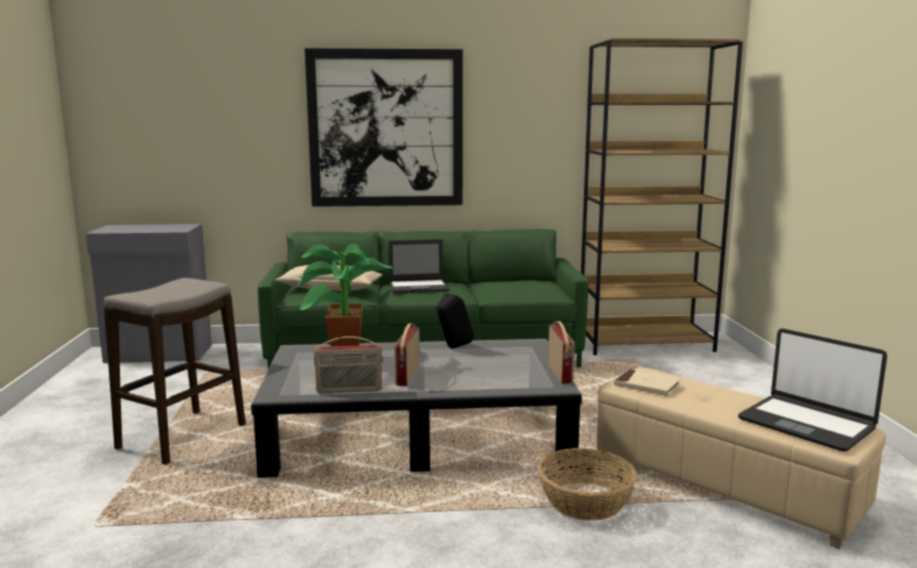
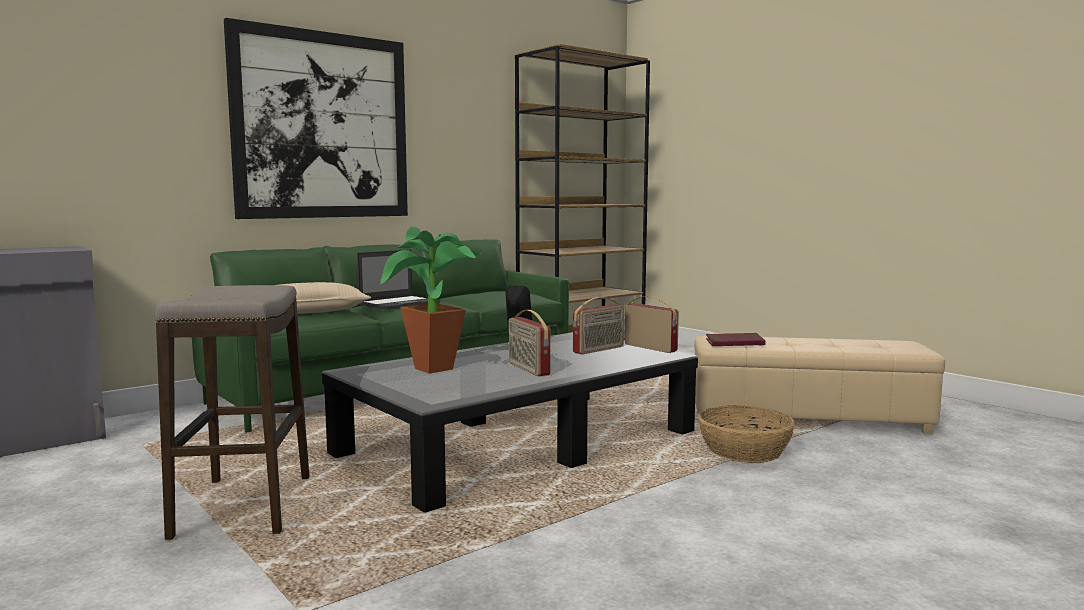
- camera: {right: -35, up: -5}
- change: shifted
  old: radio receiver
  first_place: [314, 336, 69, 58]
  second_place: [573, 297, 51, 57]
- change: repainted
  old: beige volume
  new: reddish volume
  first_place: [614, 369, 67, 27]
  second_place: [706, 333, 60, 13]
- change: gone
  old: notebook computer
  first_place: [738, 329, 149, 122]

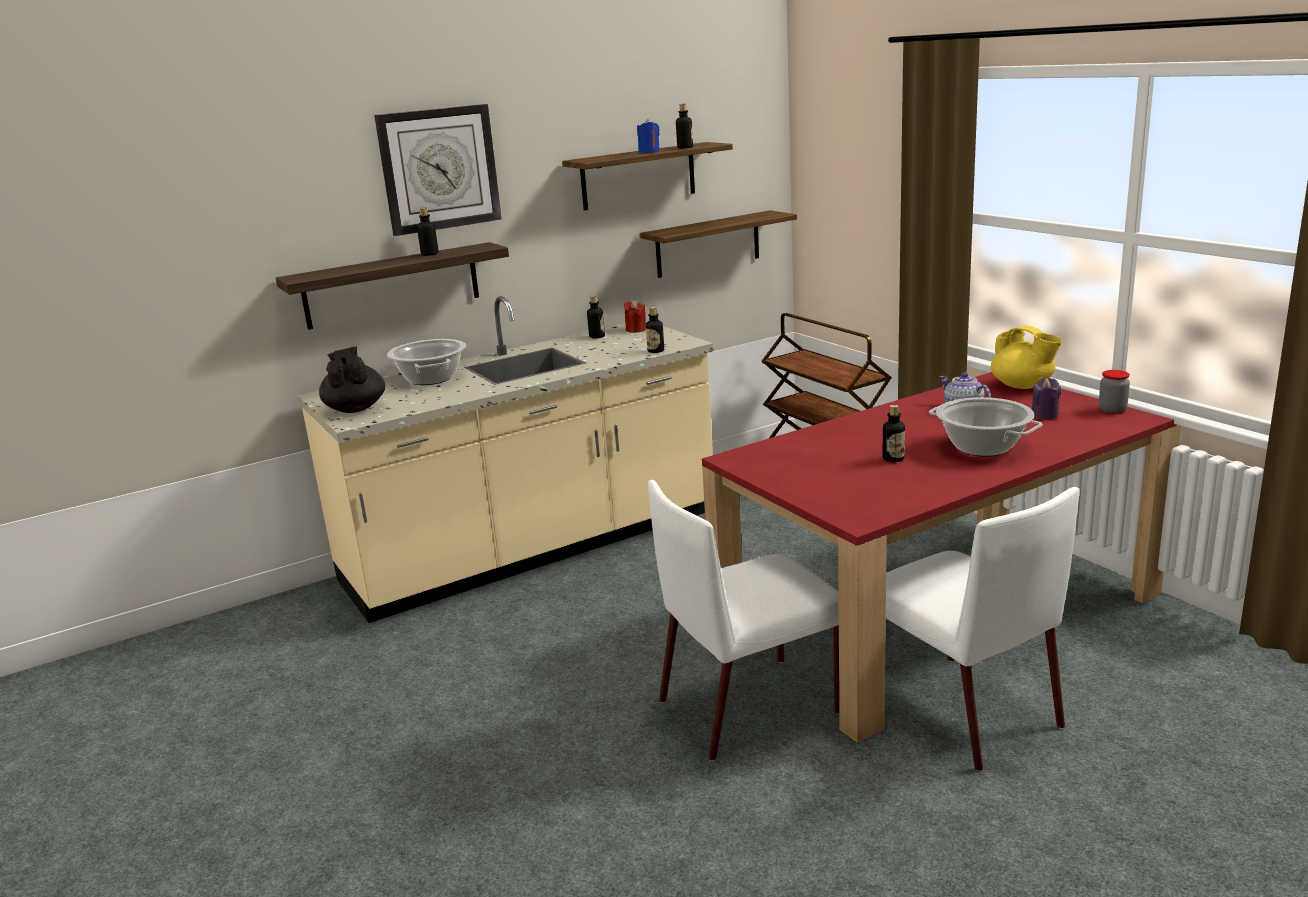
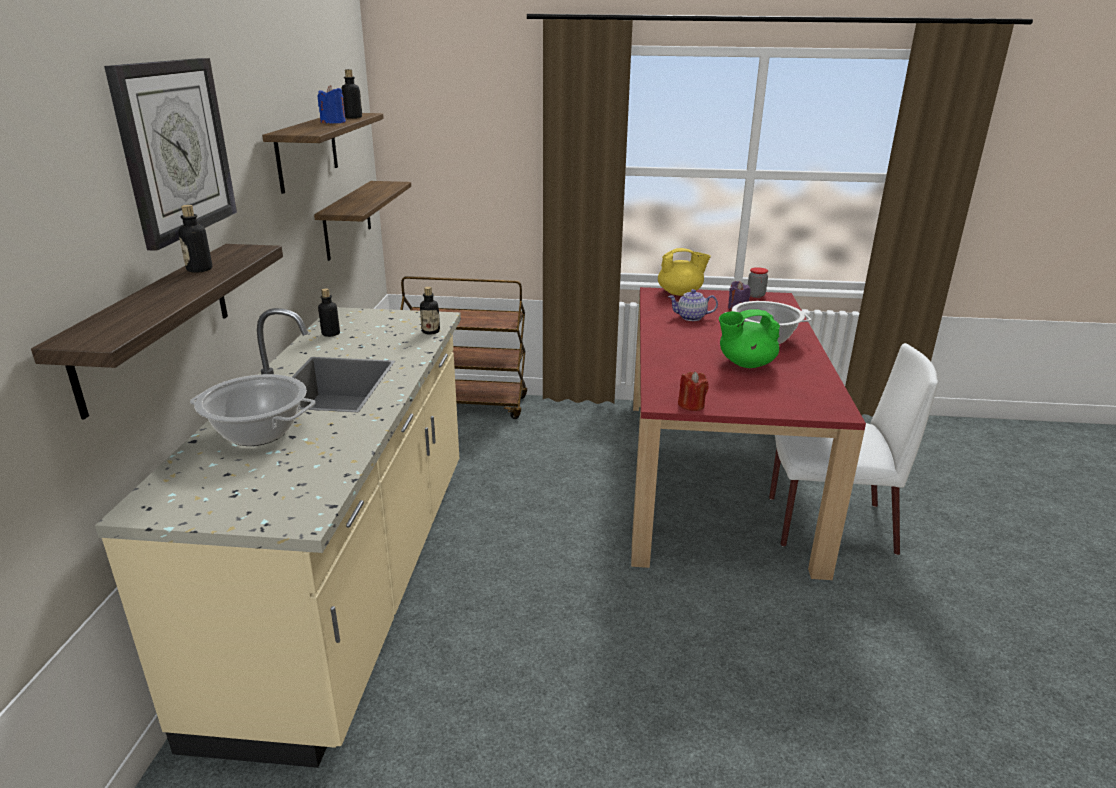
- camera: {right: -55, up: 5}
- change: gone
  old: blackish teapot
  first_place: [319, 346, 66, 67]
- change: shifted
  old: reddish wax candle
  first_place: [624, 300, 22, 33]
  second_place: [678, 372, 31, 39]
- change: gone
  old: white plain chair
  first_place: [648, 480, 191, 281]
- change: swapped
  old: drink bottle
  new: greenish teapot
  first_place: [883, 405, 22, 57]
  second_place: [719, 309, 61, 59]

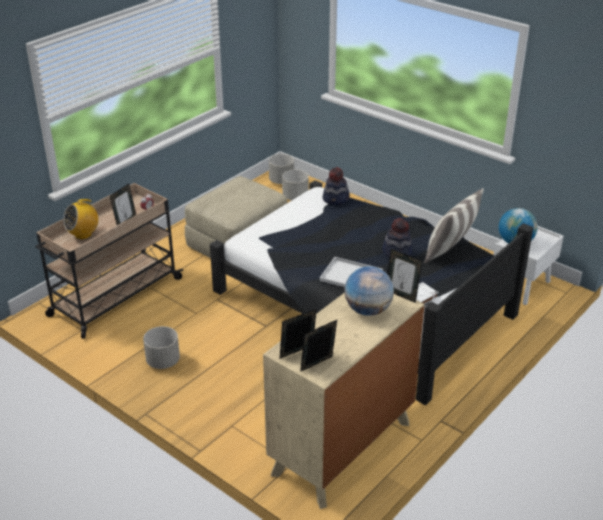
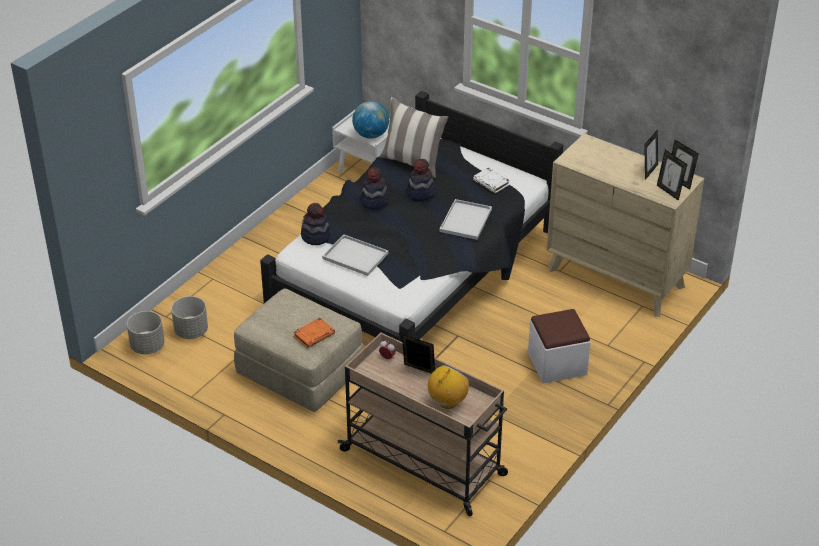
- camera: {right: -95, up: 5}
- change: rotated
  old: radio receiver
  first_place: [63, 199, 35, 40]
  second_place: [428, 365, 41, 43]
  degrees: -105
- change: gone
  old: gray plant pot
  first_place: [143, 326, 37, 43]
- change: gone
  old: world globe
  first_place: [344, 266, 50, 50]
- change: shifted
  old: picture frame
  first_place: [387, 248, 35, 55]
  second_place: [644, 129, 14, 51]
- change: new
  new: orange volume
  second_place: [293, 318, 42, 30]
- change: new
  new: white serving tray
  second_place: [322, 234, 66, 42]
- change: new
  new: clothing hat
  second_place: [360, 167, 29, 43]
- change: new
  new: white footrest
  second_place: [528, 309, 63, 75]

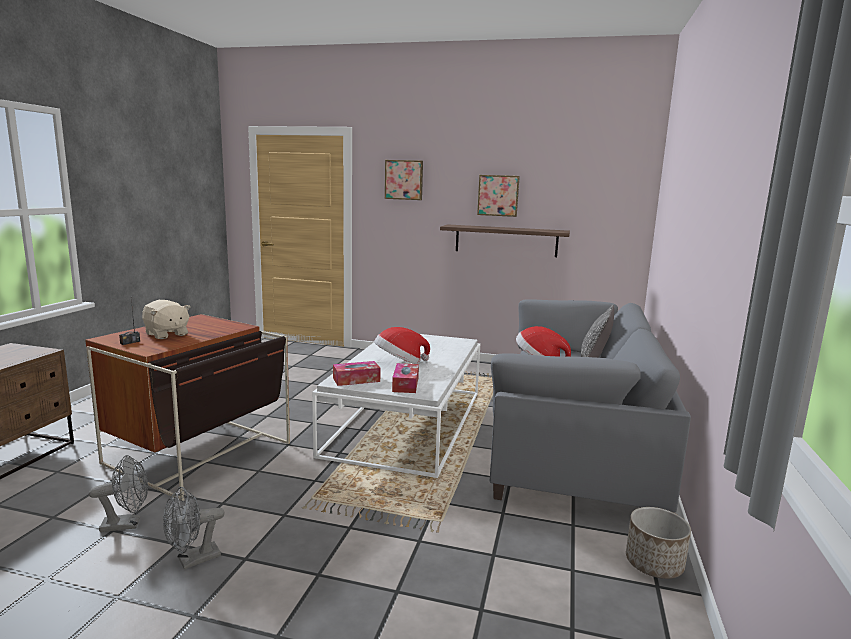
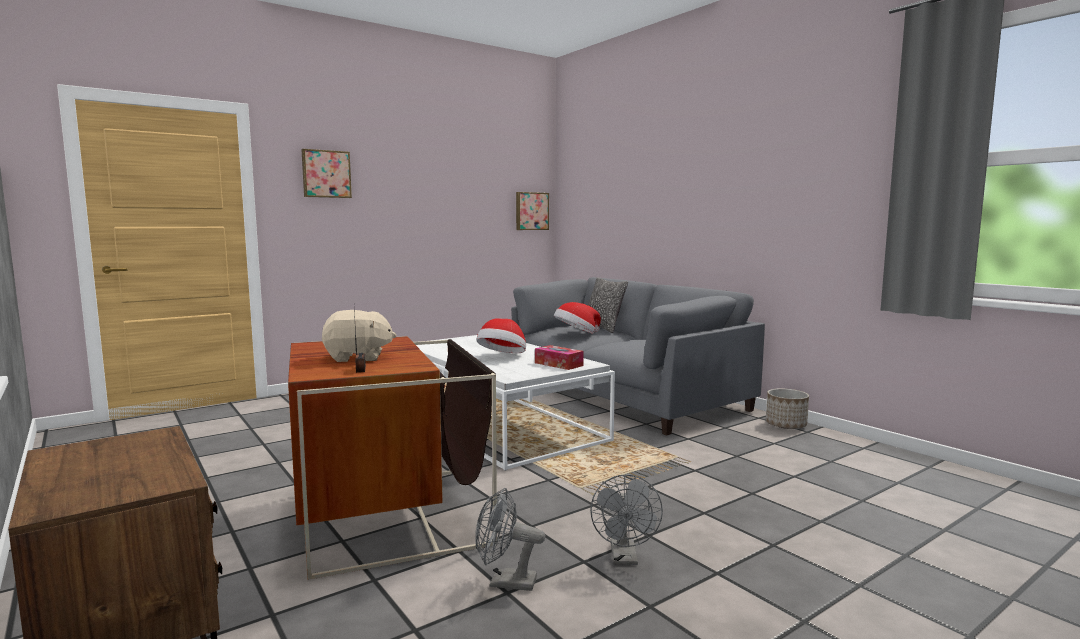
- camera: {right: -50, up: -5}
- change: rotated
  old: gray electric fan
  first_place: [89, 455, 59, 77]
  second_place: [475, 488, 70, 103]
  degrees: -105
- change: gone
  old: tissue holder
  first_place: [333, 361, 48, 25]
- change: gone
  old: shelf
  first_place: [440, 225, 130, 32]
- change: shifted
  old: picture
  first_place: [477, 175, 43, 42]
  second_place: [516, 192, 33, 38]

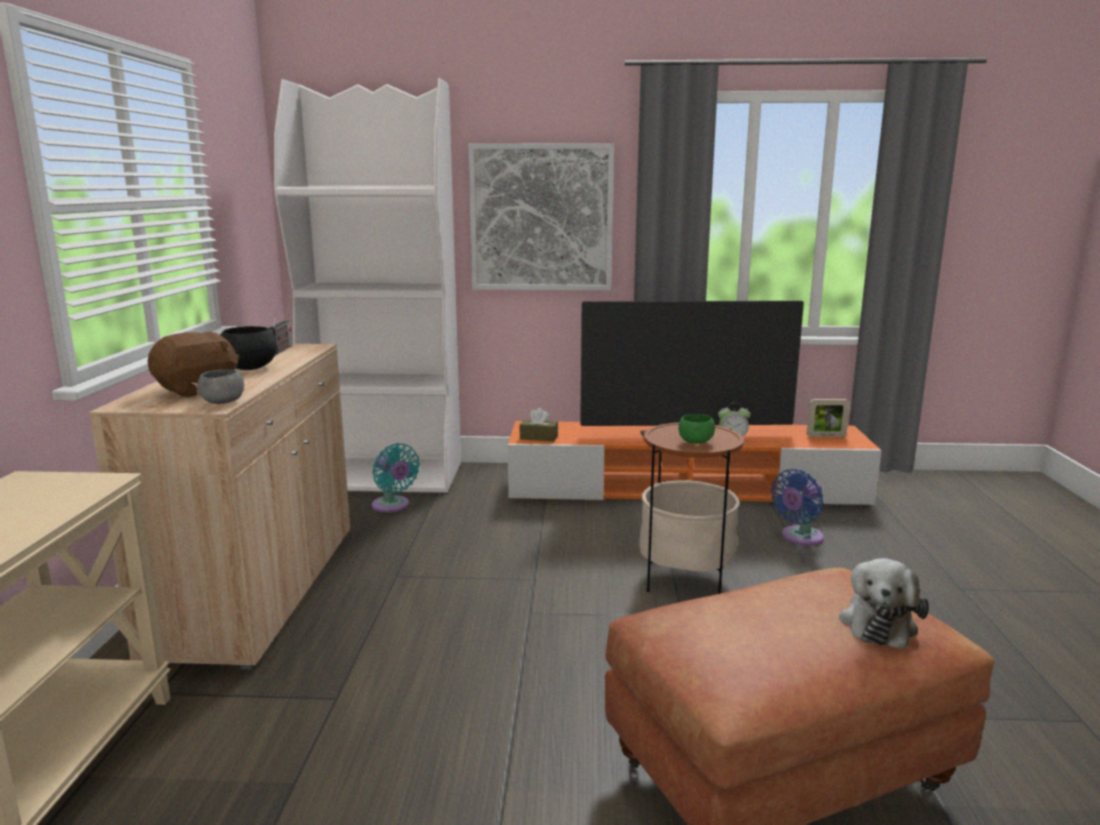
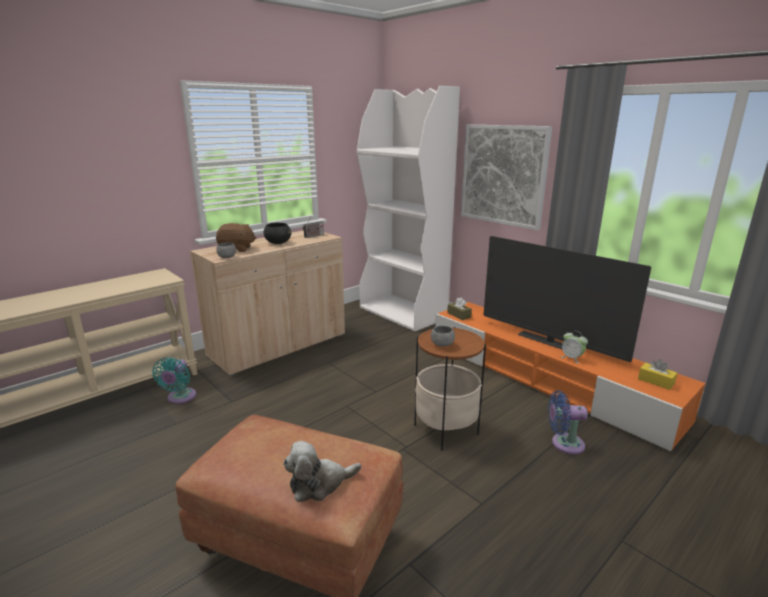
- camera: {right: 45, up: 5}
- change: shifted
  old: blue-green electric fan
  first_place: [372, 443, 48, 69]
  second_place: [152, 357, 44, 47]
- change: repainted
  old: greenish serving bowl
  new: gray serving bowl
  first_place: [679, 414, 36, 30]
  second_place: [431, 325, 24, 22]
- change: swapped
  old: picture frame
  new: yellowish tissue holder
  first_place: [807, 399, 43, 38]
  second_place: [638, 359, 39, 31]

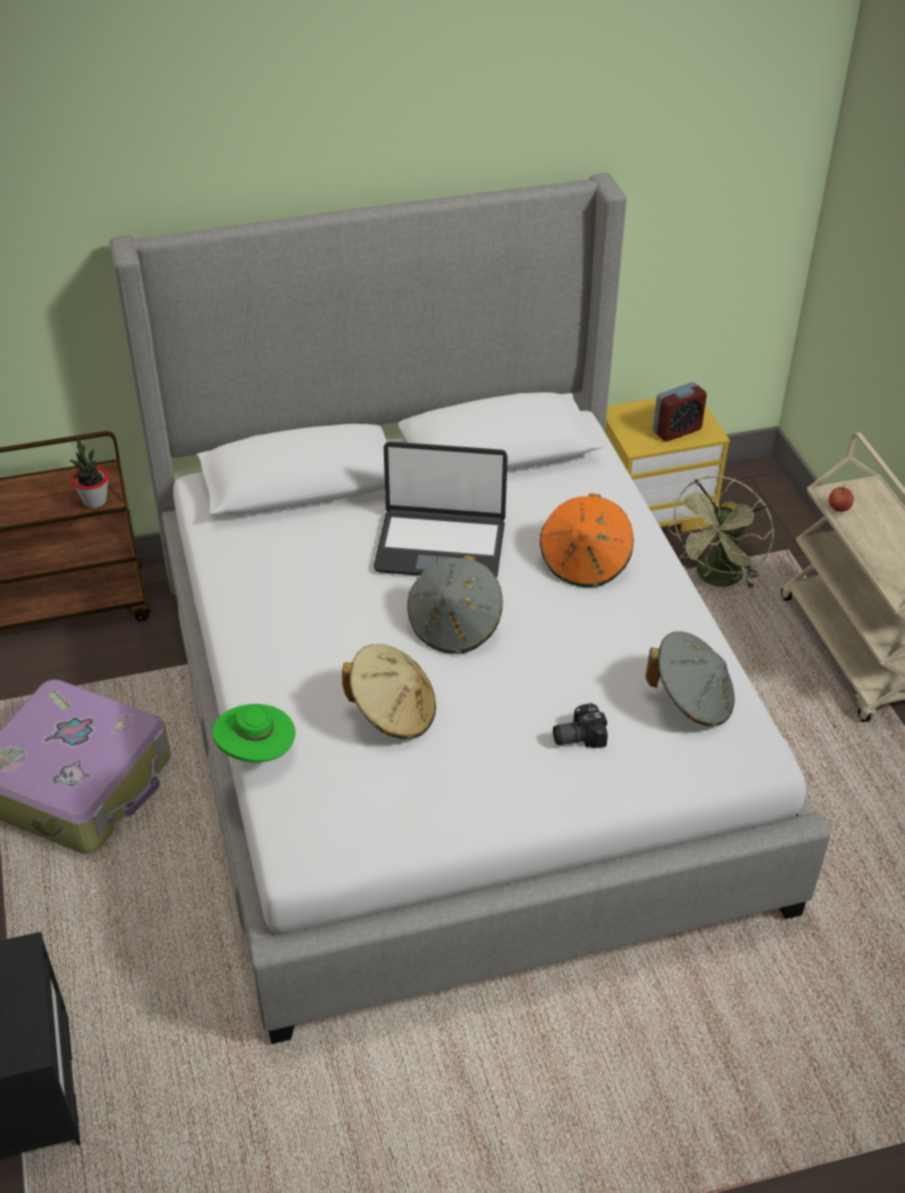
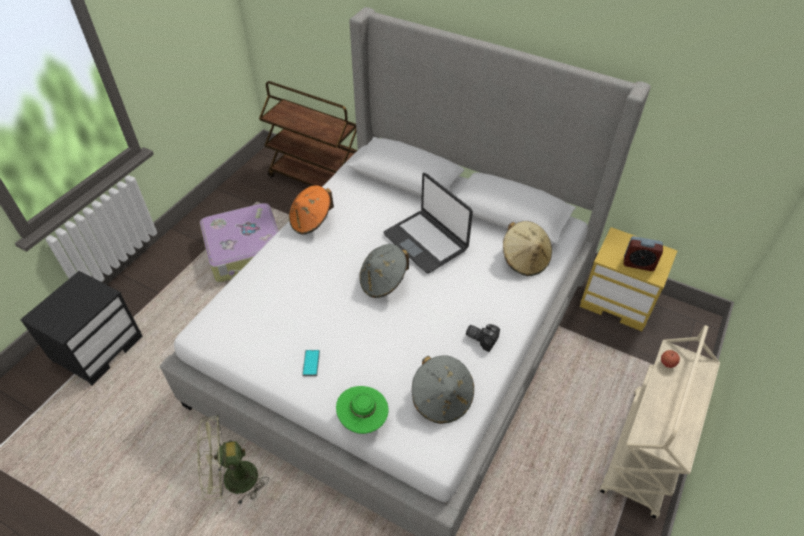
- camera: {right: 45, up: 5}
- change: gone
  old: plant in a pot
  first_place: [69, 438, 40, 70]
- change: shifted
  old: greenish clothing hat
  first_place: [212, 704, 84, 58]
  second_place: [336, 386, 53, 48]
- change: shifted
  old: beige clothing hat
  first_place: [342, 644, 94, 95]
  second_place: [503, 221, 49, 55]
- change: shifted
  old: orange clothing hat
  first_place: [540, 493, 94, 94]
  second_place: [289, 185, 45, 50]
- change: shifted
  old: photo camera
  first_place: [553, 703, 55, 45]
  second_place: [466, 324, 34, 28]
- change: shifted
  old: greenish electric fan
  first_place: [667, 476, 107, 114]
  second_place: [197, 415, 72, 90]
- change: new
  new: phone
  second_place: [302, 350, 18, 26]

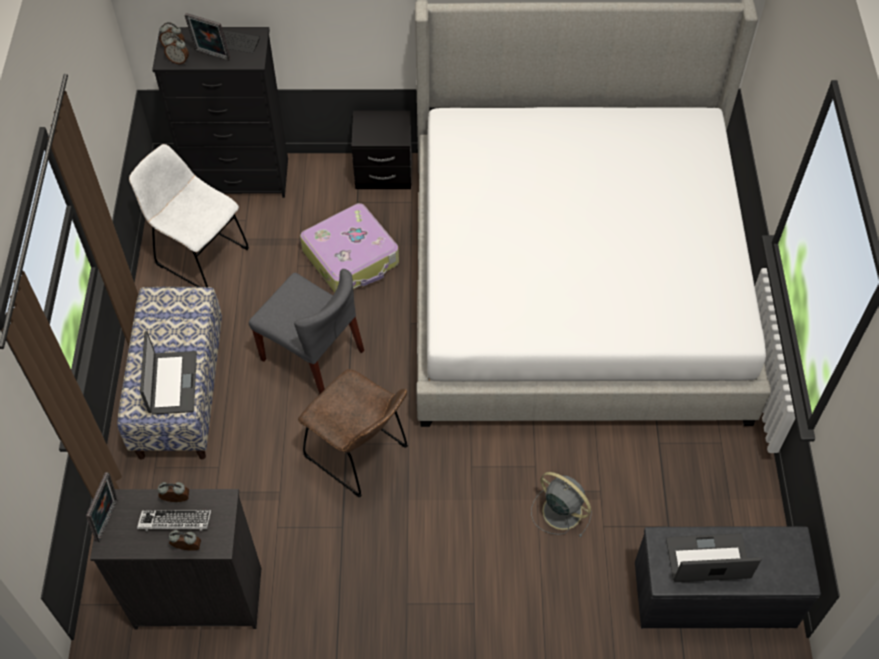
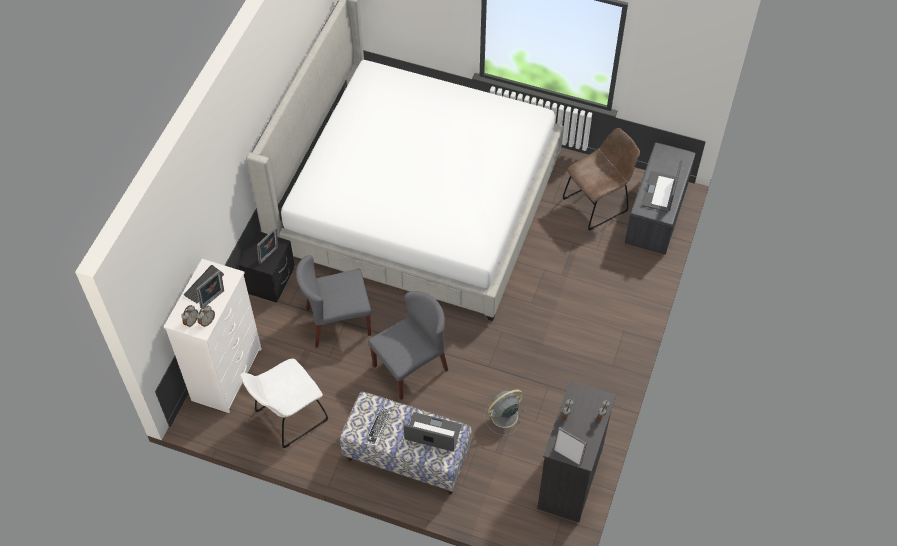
- camera: {right: -70, up: 0}
- change: shifted
  old: keyboard
  first_place: [137, 510, 74, 21]
  second_place: [365, 408, 28, 38]
- change: repainted
  old: blackish dresser
  new: white dresser
  first_place: [152, 27, 136, 171]
  second_place: [164, 259, 98, 154]
- change: shifted
  old: brown-coloured plain chair
  first_place: [298, 369, 110, 129]
  second_place: [563, 128, 77, 103]
- change: swapped
  old: travel case
  new: gray plain chair
  first_place: [300, 203, 99, 90]
  second_place: [296, 255, 75, 93]
- change: shifted
  old: gray electric fan
  first_place: [531, 472, 61, 65]
  second_place: [484, 389, 43, 46]
- change: new
  new: picture frame
  second_place: [257, 227, 21, 37]

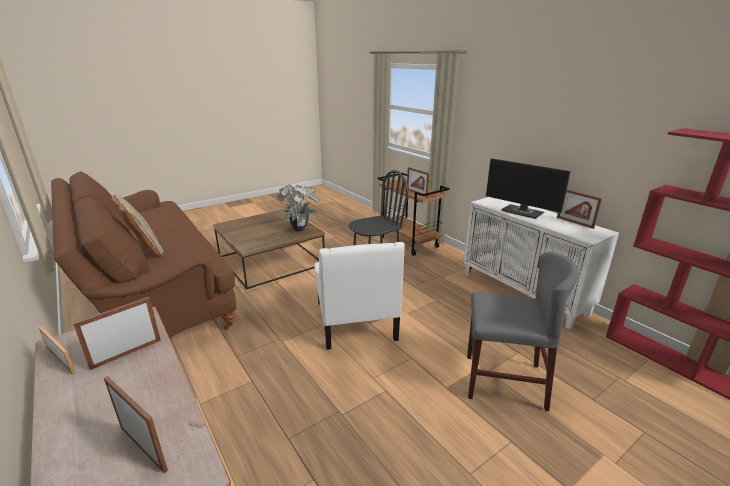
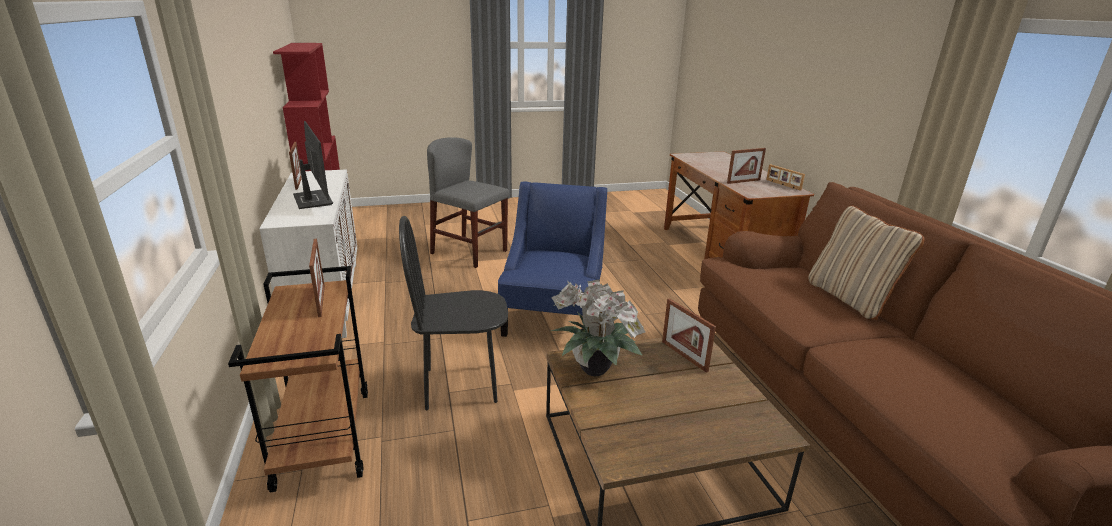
- camera: {right: -160, up: 0}
- change: shifted
  old: picture frame
  first_place: [104, 376, 64, 97]
  second_place: [662, 298, 54, 75]
- change: repainted
  old: white armchair
  new: bluish armchair
  first_place: [314, 242, 91, 108]
  second_place: [498, 181, 109, 156]

